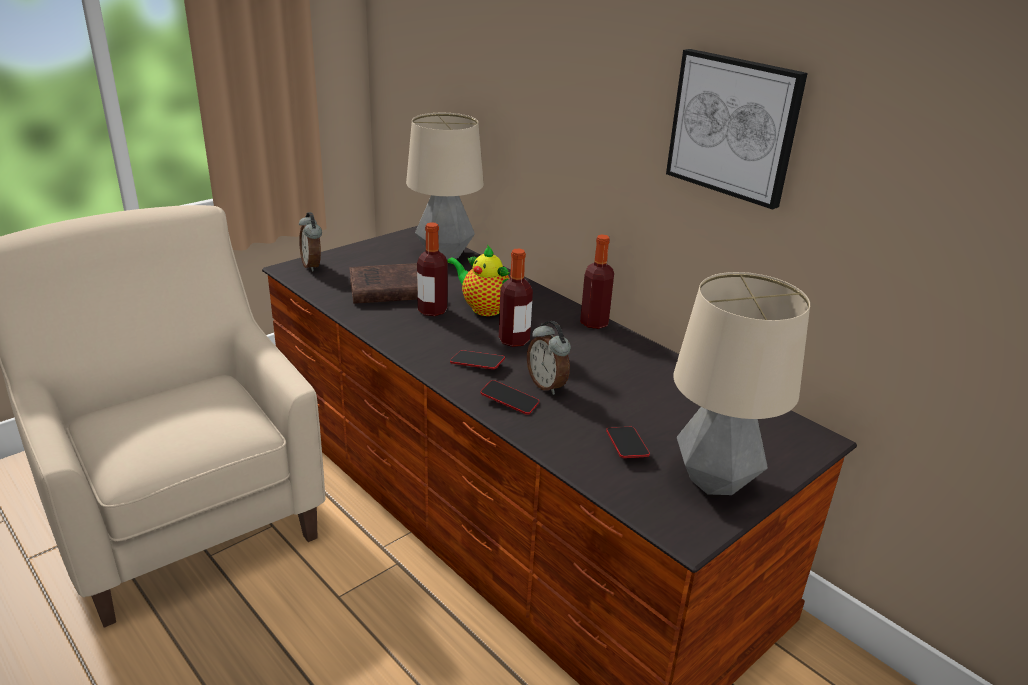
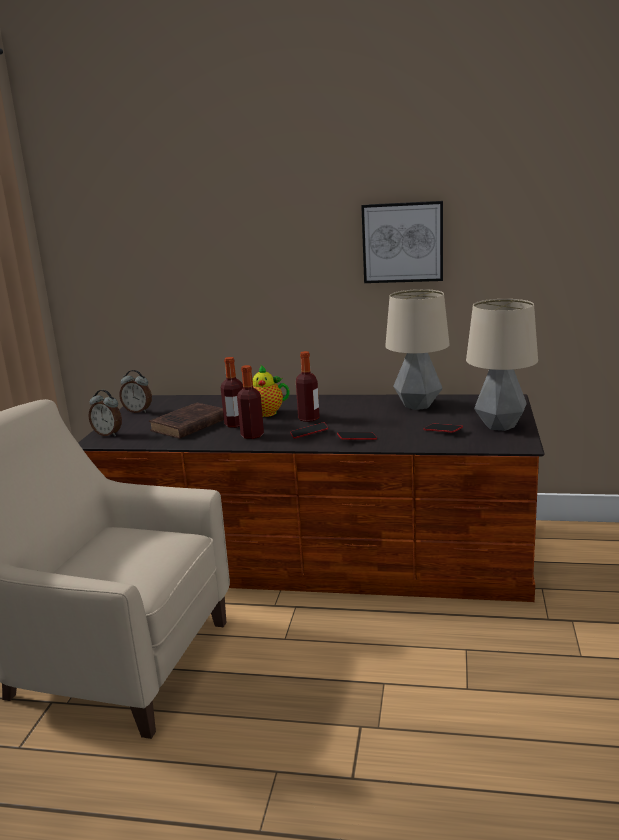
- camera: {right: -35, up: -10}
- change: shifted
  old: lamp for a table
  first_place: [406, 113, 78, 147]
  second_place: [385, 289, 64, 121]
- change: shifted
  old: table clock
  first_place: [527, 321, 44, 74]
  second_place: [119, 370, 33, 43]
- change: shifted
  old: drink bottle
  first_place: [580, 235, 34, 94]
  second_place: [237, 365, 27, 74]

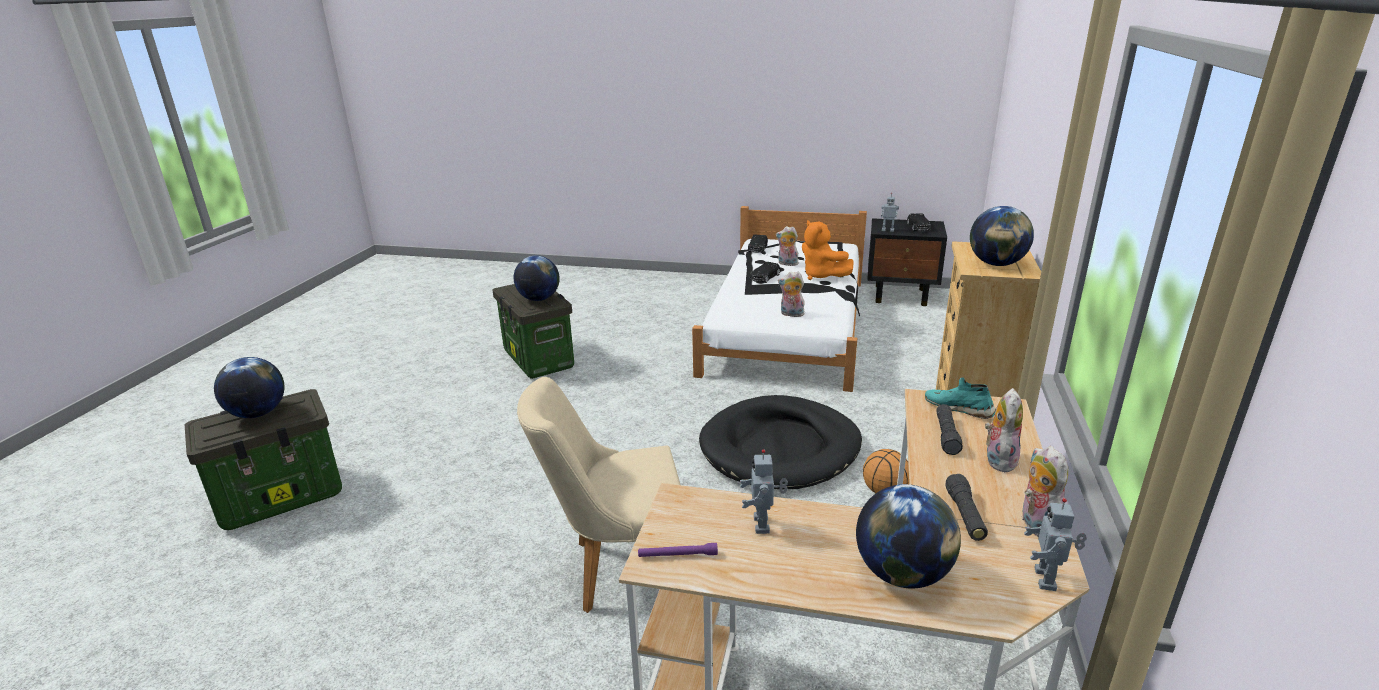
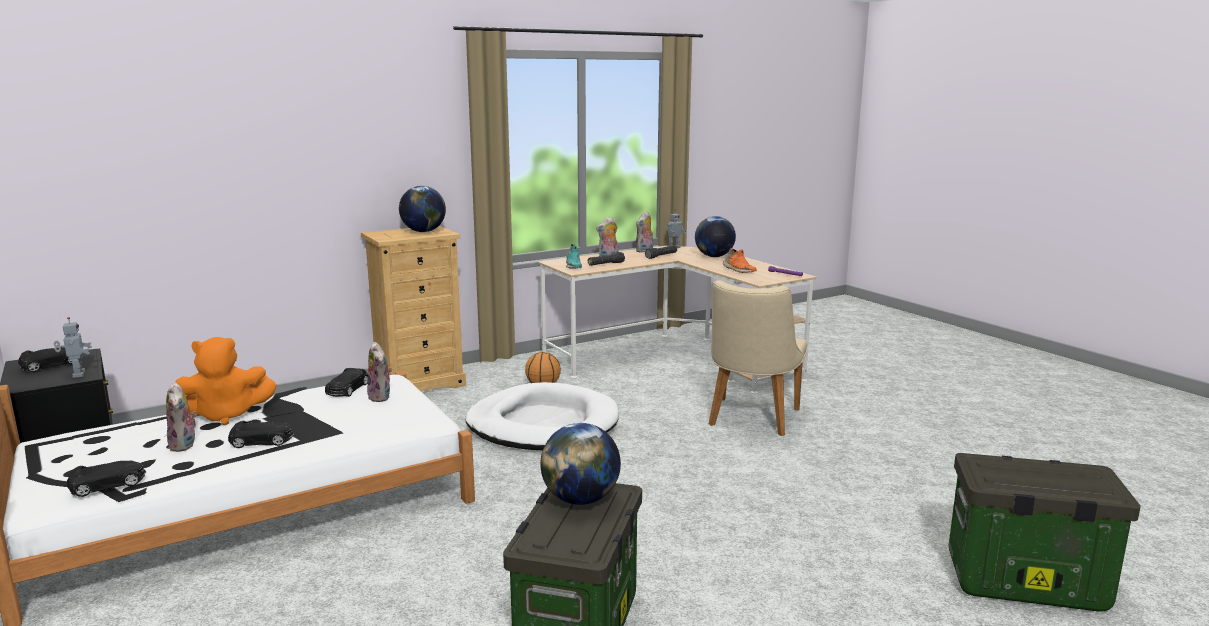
- camera: {right: -135, up: -10}
- change: gone
  old: world globe
  first_place: [214, 357, 70, 61]
- change: rotated
  old: beige plain chair
  first_place: [517, 377, 163, 236]
  second_place: [709, 280, 98, 156]
  degrees: 75
- change: repainted
  old: blackish dog cushion
  new: white dog cushion
  first_place: [699, 395, 163, 94]
  second_place: [465, 382, 154, 68]
- change: swapped
  old: robot figure
  new: orange item of footwear
  first_place: [740, 449, 48, 85]
  second_place: [723, 248, 34, 25]
- change: rotated
  old: orange soft toy
  first_place: [802, 220, 52, 60]
  second_place: [175, 337, 102, 88]
  degrees: 60
- change: new
  new: blackish model car
  second_place: [325, 368, 43, 29]

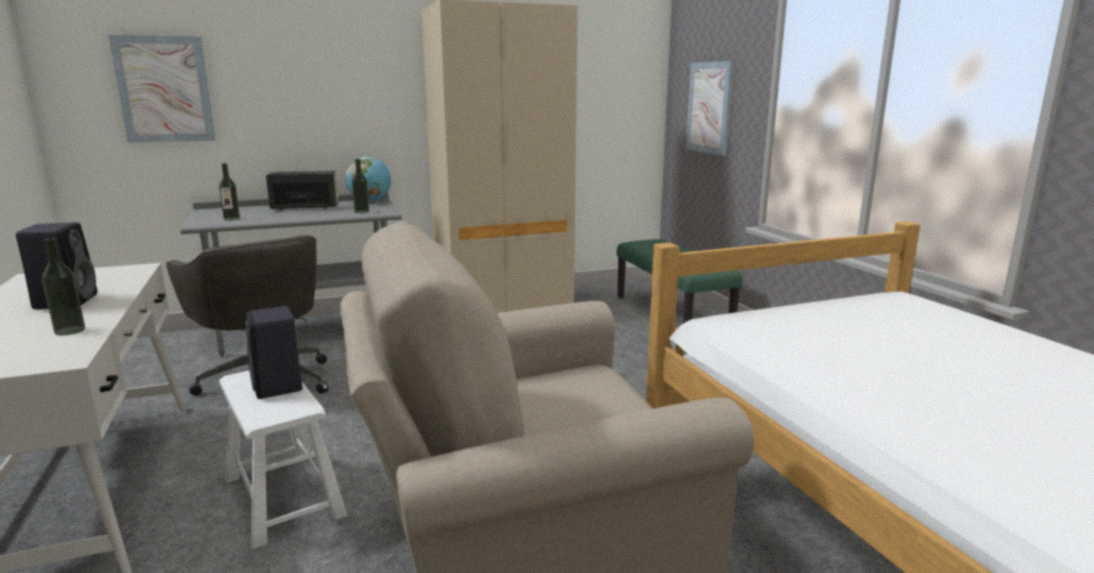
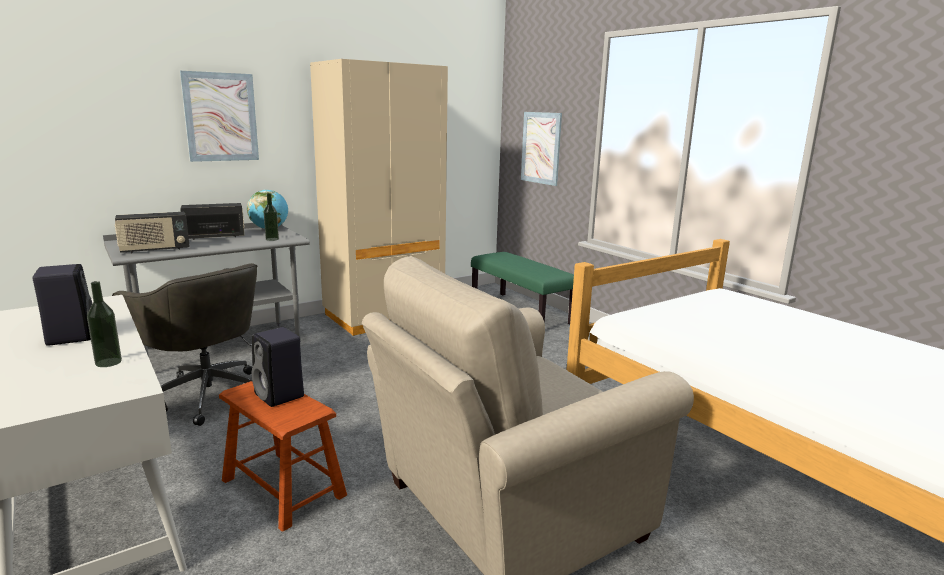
- camera: {right: -15, up: 0}
- change: shifted
  old: picture
  first_place: [109, 35, 106, 108]
  second_place: [180, 71, 79, 91]
- change: swapped
  old: drink bottle
  new: radio receiver
  first_place: [219, 163, 21, 58]
  second_place: [115, 212, 75, 41]
- change: repainted
  old: white stool
  new: brown-coloured stool
  first_place: [219, 371, 128, 178]
  second_place: [219, 381, 128, 151]

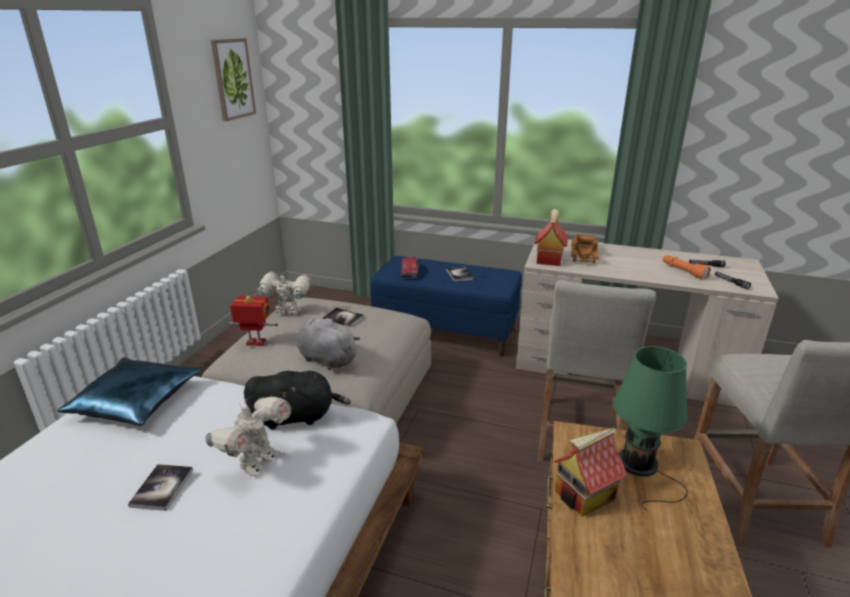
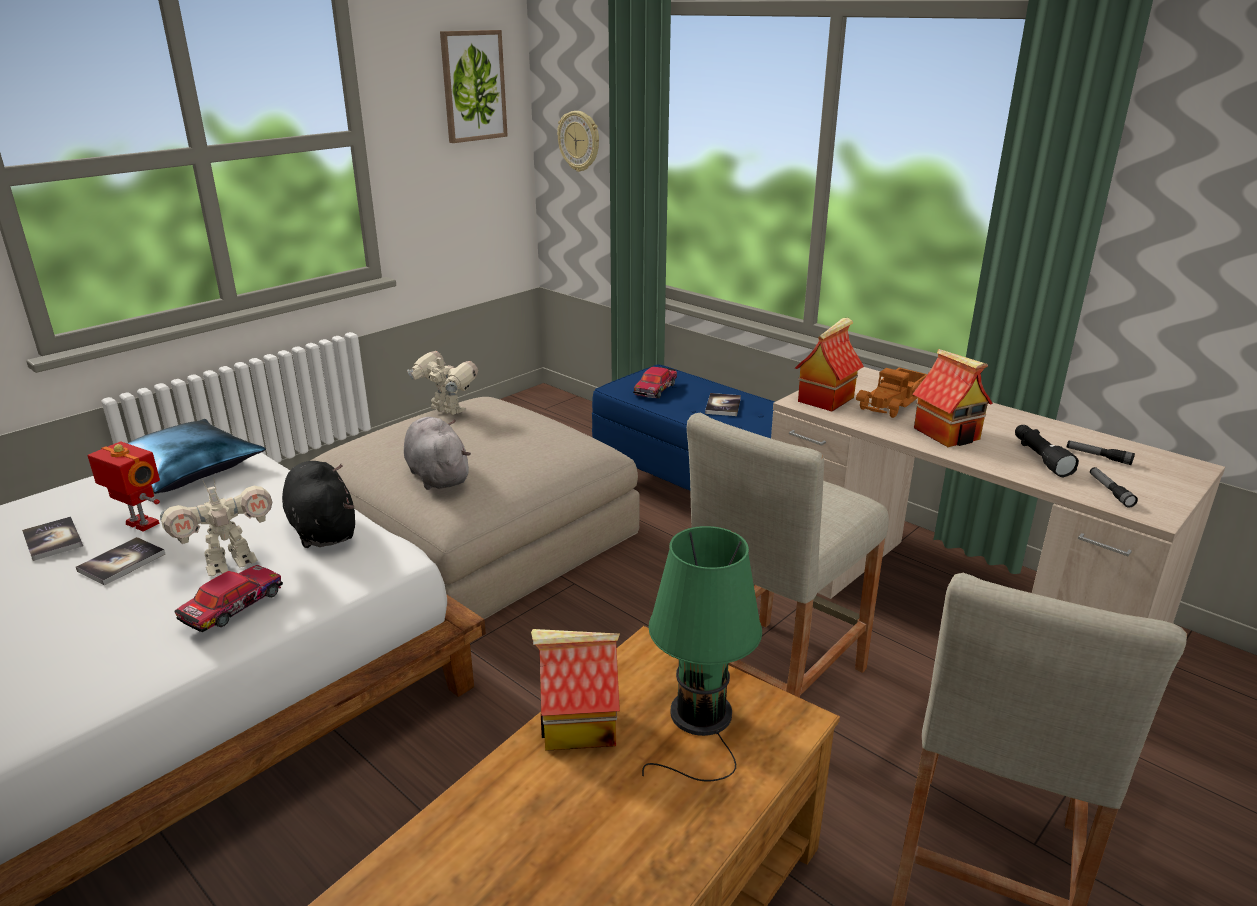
- camera: {right: 25, up: 0}
- change: shifted
  old: robot figure
  first_place: [227, 296, 51, 50]
  second_place: [87, 441, 73, 91]
- change: rotated
  old: blackish soft toy
  first_place: [244, 371, 107, 59]
  second_place: [282, 461, 73, 87]
  degrees: -135
- change: shifted
  old: volume
  first_place: [323, 308, 41, 19]
  second_place: [22, 517, 61, 44]
- change: repainted
  old: orange flashlight
  new: blackish flashlight
  first_place: [663, 255, 48, 25]
  second_place: [1015, 425, 64, 52]
- change: new
  new: model car
  second_place: [174, 565, 109, 67]
- change: new
  new: clock on the wall
  second_place: [557, 111, 42, 61]
- change: new
  new: model house
  second_place: [913, 349, 80, 98]

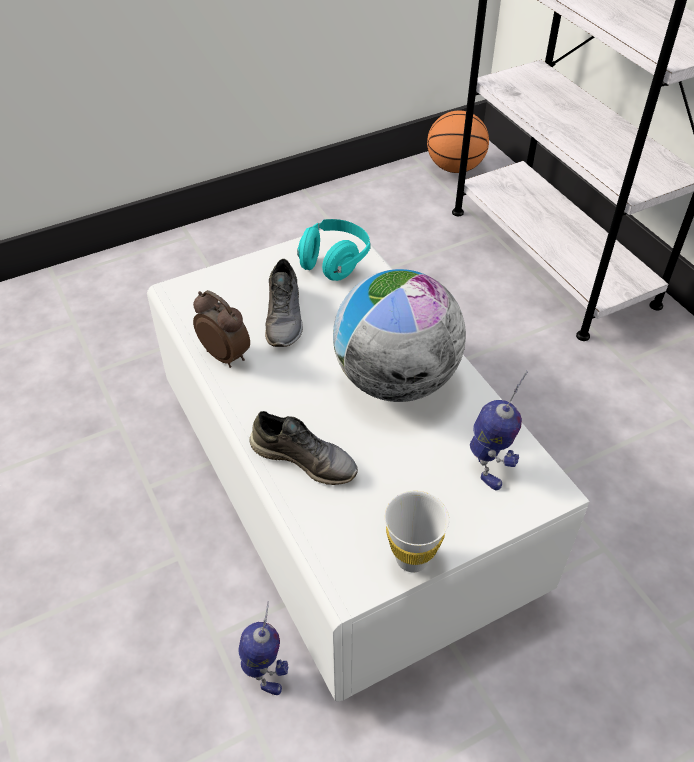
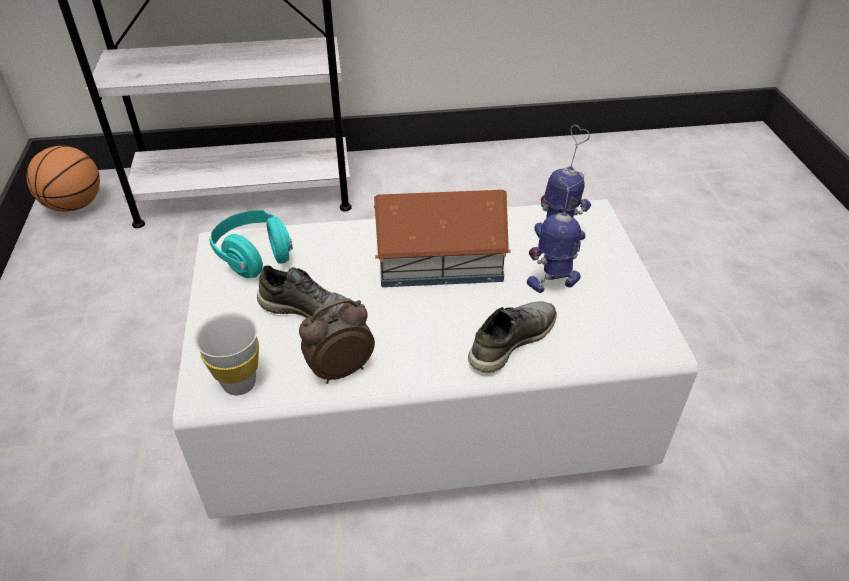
- camera: {right: -70, up: -5}
- change: shifted
  old: robot figure
  first_place: [238, 601, 50, 94]
  second_place: [527, 169, 57, 124]
- change: swapped
  old: world globe
  new: model house
  first_place: [333, 269, 133, 133]
  second_place: [374, 190, 137, 97]
- change: shifted
  old: white small cup
  first_place: [385, 491, 64, 81]
  second_place: [194, 312, 65, 83]

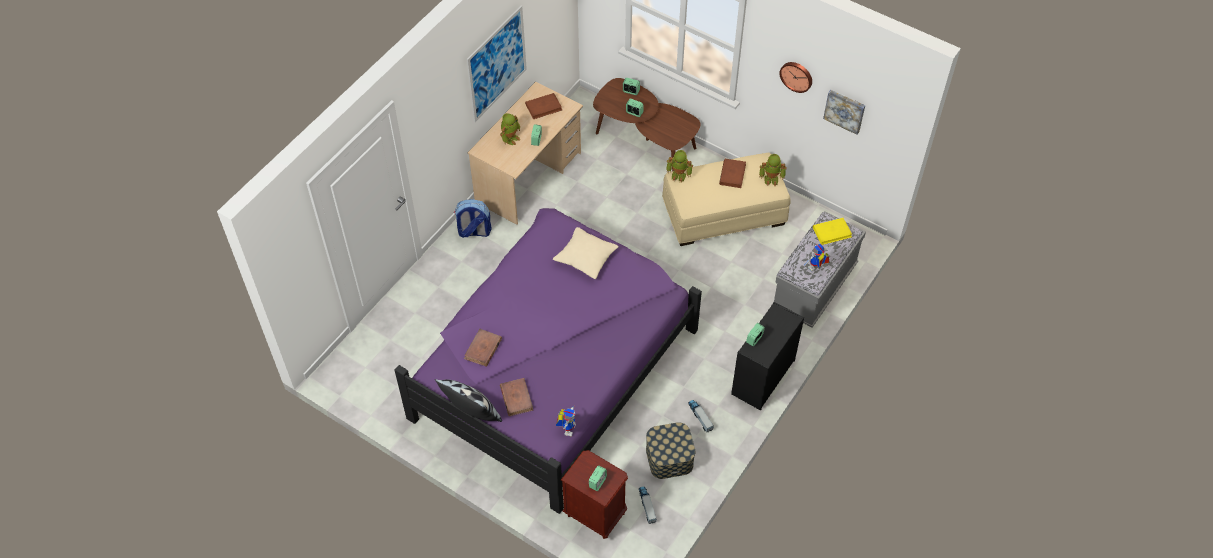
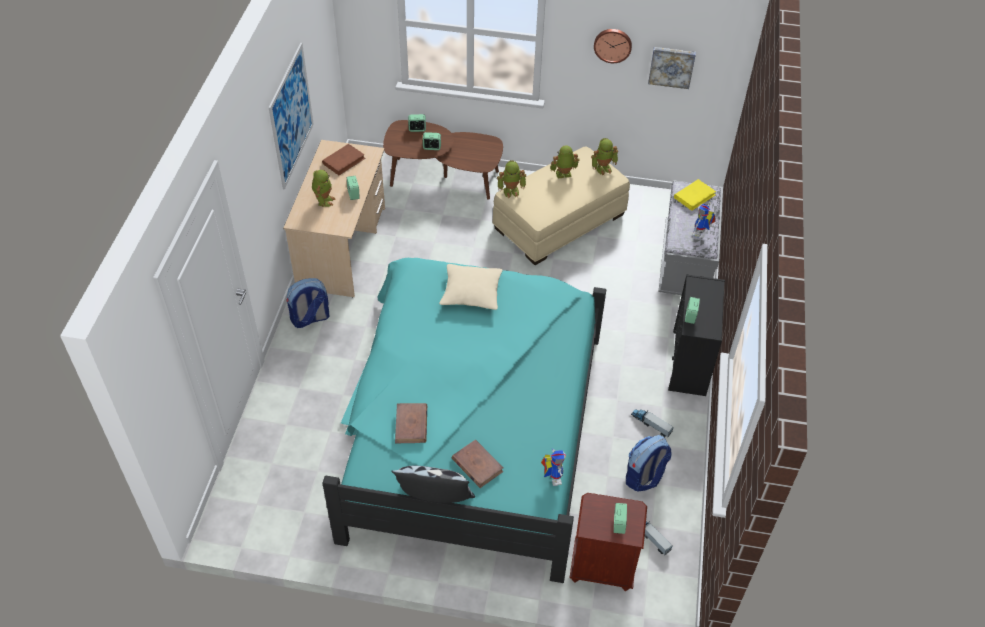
- camera: {right: -25, up: -5}
- change: repainted
  old: purple bedroom bed
  new: blue-green bedroom bed
  first_place: [395, 208, 307, 306]
  second_place: [322, 258, 285, 325]
- change: swapped
  old: storage box
  new: backpack
  first_place: [646, 422, 49, 57]
  second_place: [626, 435, 46, 57]
- change: swapped
  old: brown-coloured volume
  new: robot figure
  first_place: [719, 159, 27, 29]
  second_place: [550, 145, 30, 34]

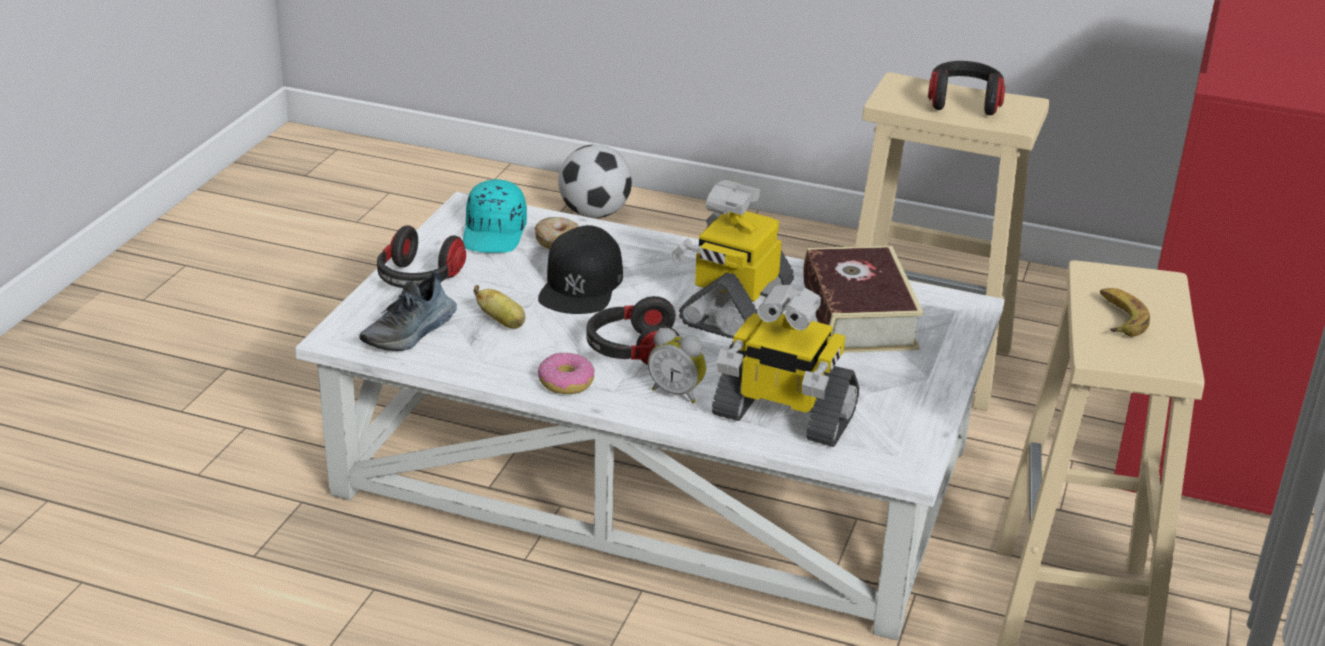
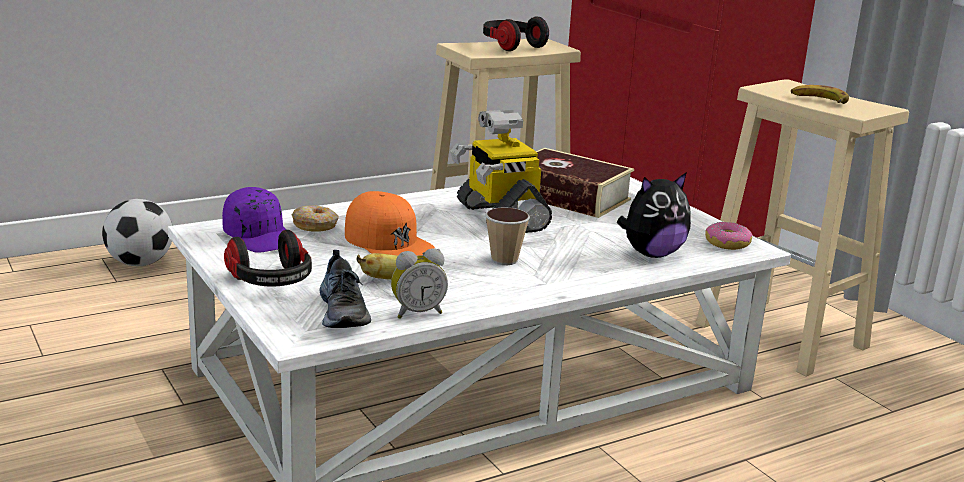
- camera: {right: -50, up: -10}
- change: repainted
  old: blue-green baseball cap
  new: purple baseball cap
  first_place: [463, 179, 64, 74]
  second_place: [222, 187, 64, 66]
- change: repainted
  old: blackish baseball cap
  new: orange baseball cap
  first_place: [538, 225, 85, 89]
  second_place: [345, 191, 90, 65]
- change: shifted
  old: ring doughnut
  first_place: [538, 352, 57, 42]
  second_place: [705, 221, 47, 29]
- change: swapped
  old: headphones
  new: small cup
  first_place: [587, 296, 93, 69]
  second_place: [485, 207, 45, 58]
- change: shifted
  old: table clock
  first_place: [648, 328, 59, 75]
  second_place: [391, 249, 57, 70]
- change: swapped
  old: robot figure
  new: soft toy
  first_place: [712, 285, 147, 162]
  second_place: [617, 172, 74, 86]

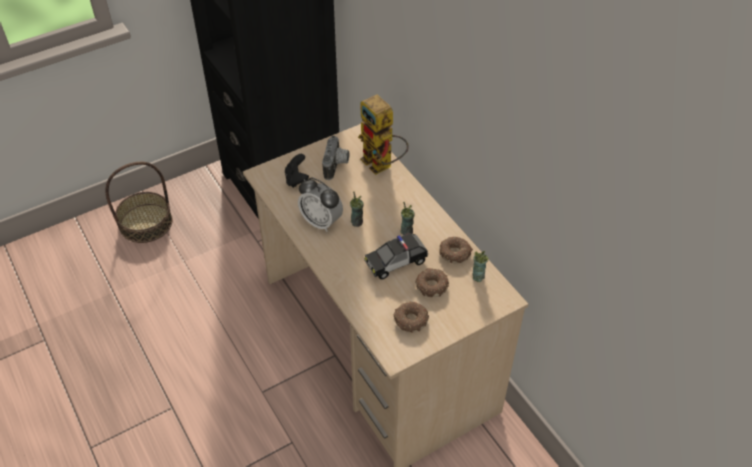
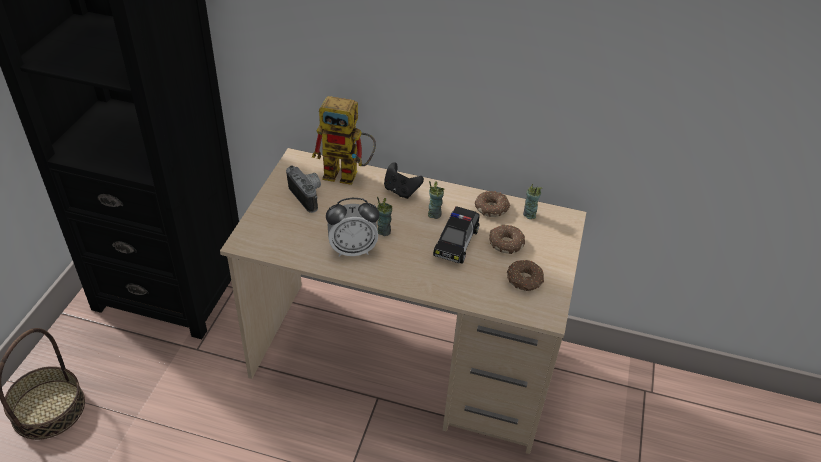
- camera: {right: -45, up: -5}
- change: shifted
  old: blackish joypad
  first_place: [285, 154, 24, 34]
  second_place: [384, 162, 40, 37]

